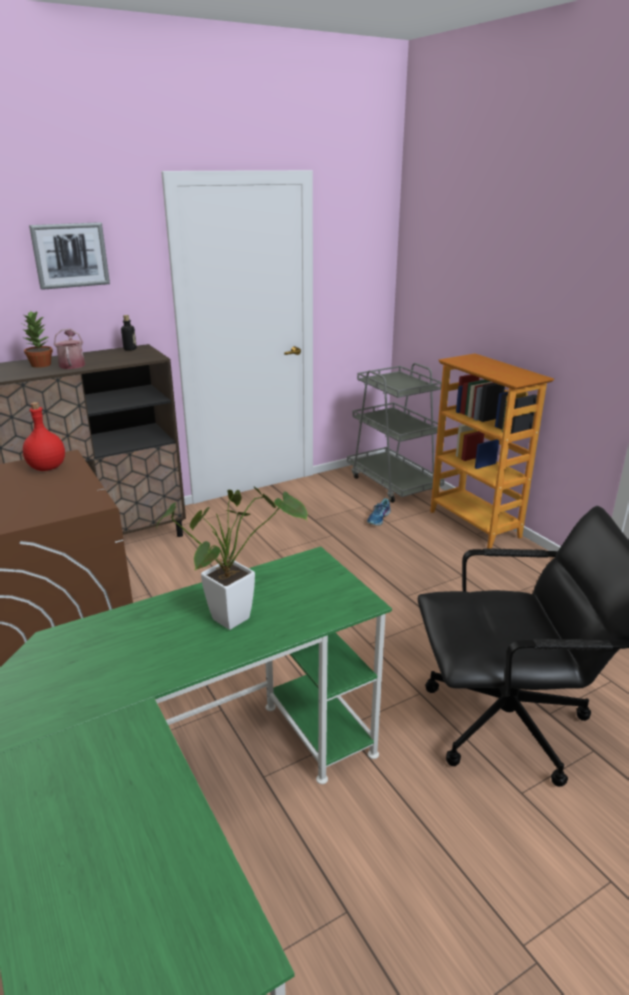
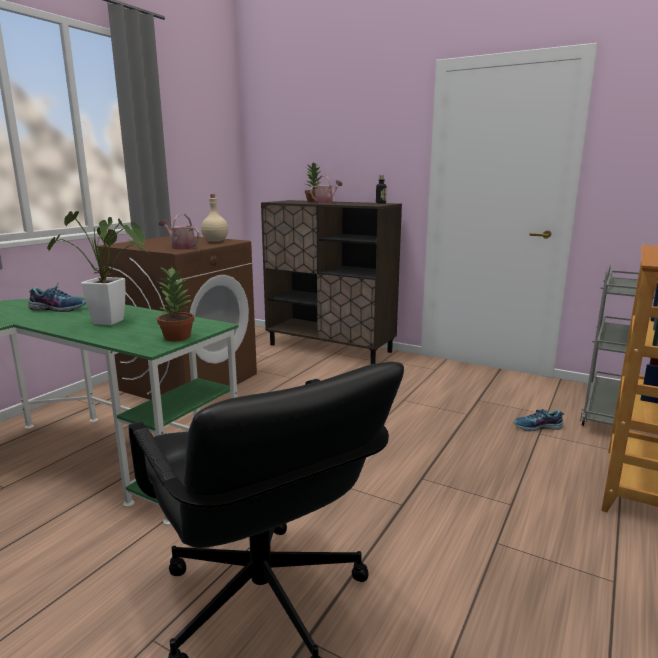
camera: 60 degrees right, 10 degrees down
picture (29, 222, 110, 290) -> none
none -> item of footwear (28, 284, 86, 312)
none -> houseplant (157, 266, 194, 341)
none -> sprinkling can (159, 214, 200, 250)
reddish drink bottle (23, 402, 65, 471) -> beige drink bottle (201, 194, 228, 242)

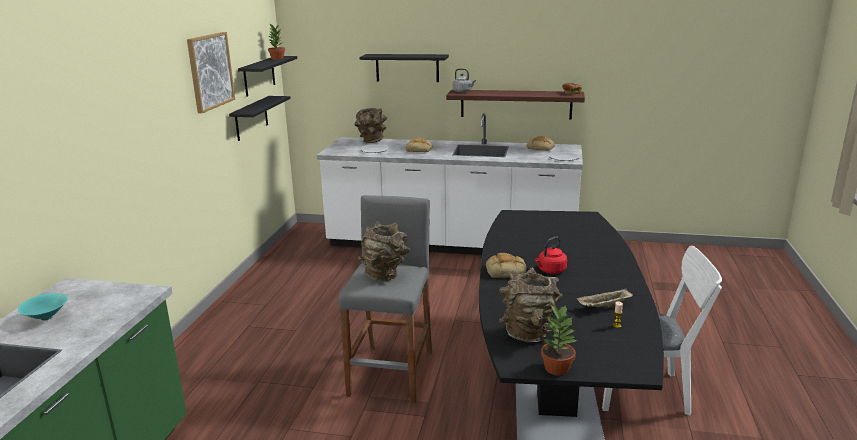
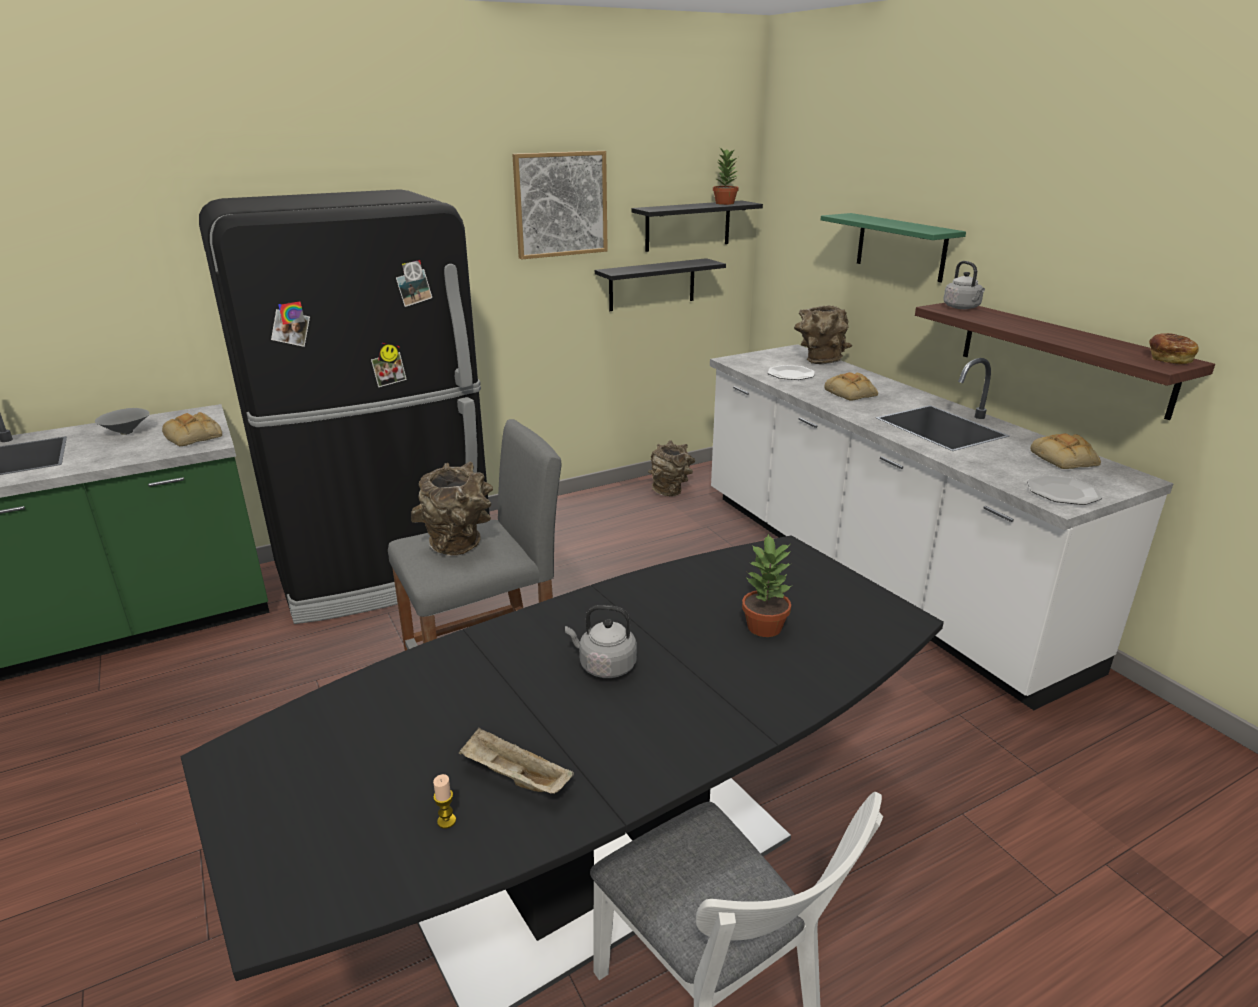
camera: 50 degrees right, 5 degrees up
none -> blackish refrigerator (199, 189, 490, 624)
baked bread (486, 253, 526, 278) -> baked bread (162, 412, 222, 446), moved
brown decorative vase (499, 267, 563, 342) -> brown decorative vase (648, 440, 695, 496), moved
houseplant (541, 305, 578, 376) -> houseplant (742, 534, 793, 637), moved
blue-green bowl (18, 293, 68, 321) -> gray bowl (95, 408, 150, 435)
blackish bracket shelf (359, 54, 449, 82) -> green-coloured bracket shelf (821, 213, 966, 283)
reddish water kettle (535, 237, 567, 274) -> gray water kettle (565, 605, 637, 678)

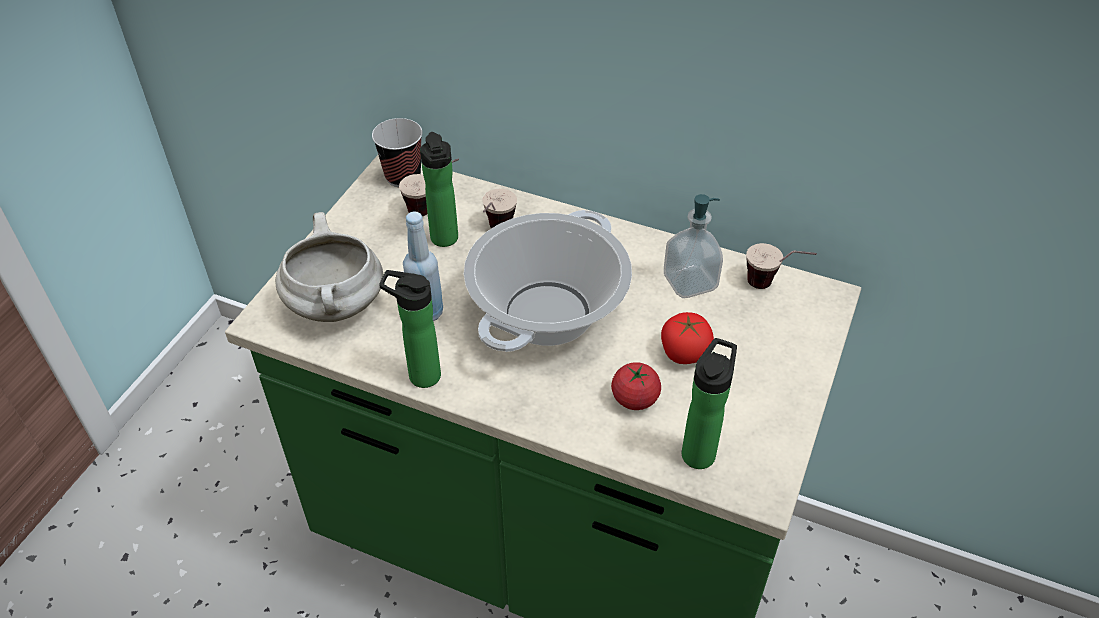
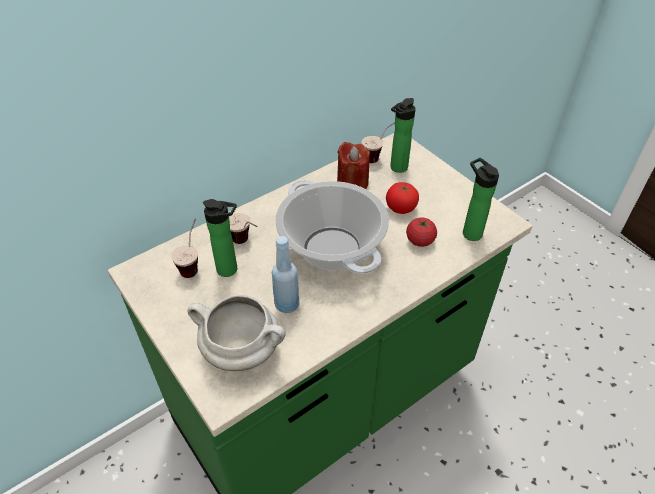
camera: 60 degrees left, 0 degrees up
drinking cup (372, 118, 423, 187) -> none
drink bottle (379, 270, 441, 388) -> drink bottle (390, 98, 416, 173), moved
liquid soap bottle (664, 194, 723, 298) -> reddish wax light (337, 142, 370, 189)

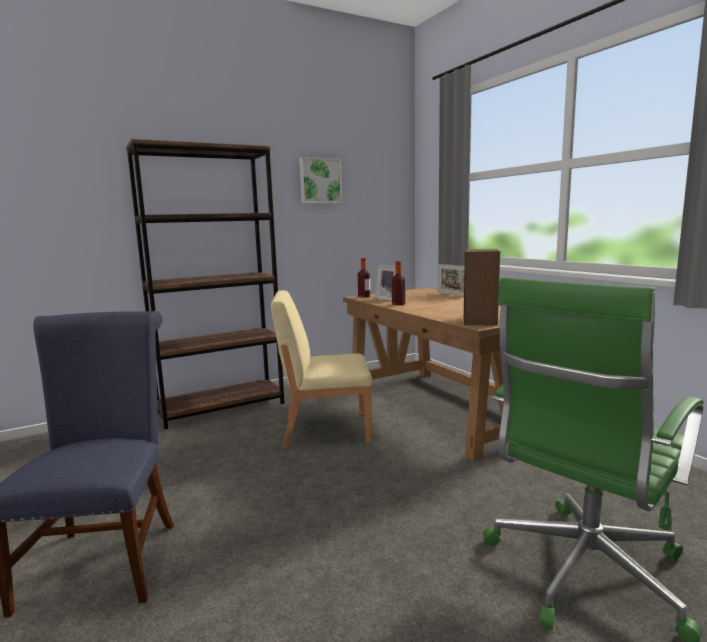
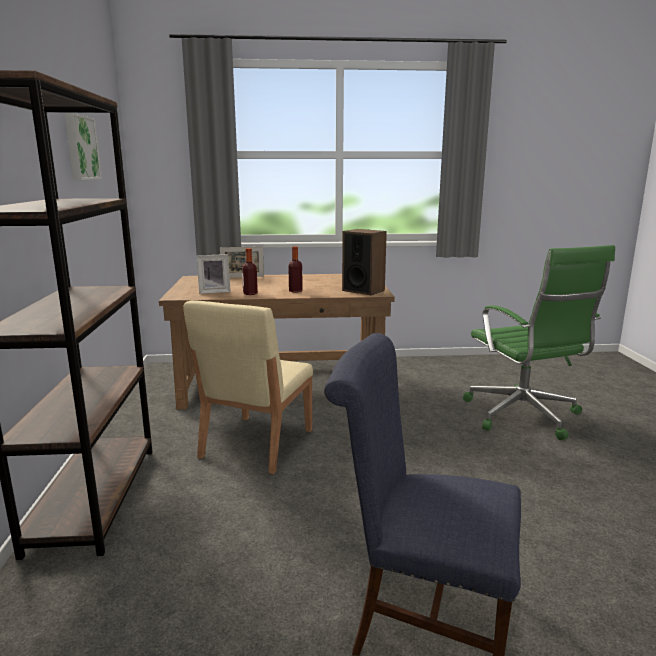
camera: 65 degrees left, 5 degrees up
drink bottle (358, 258, 371, 298) -> drink bottle (288, 246, 303, 292), moved

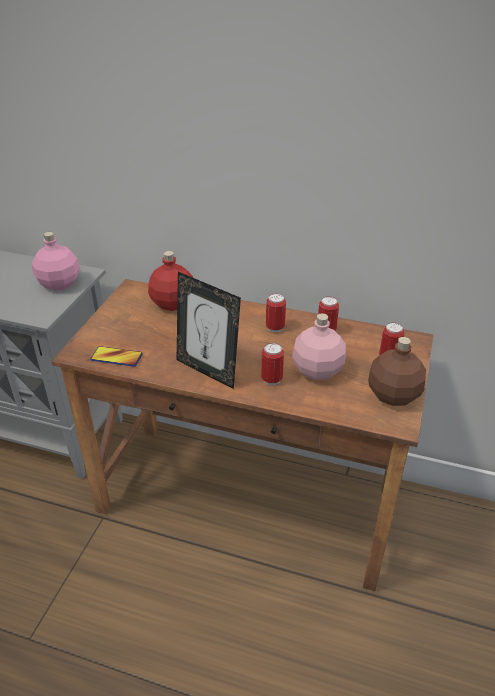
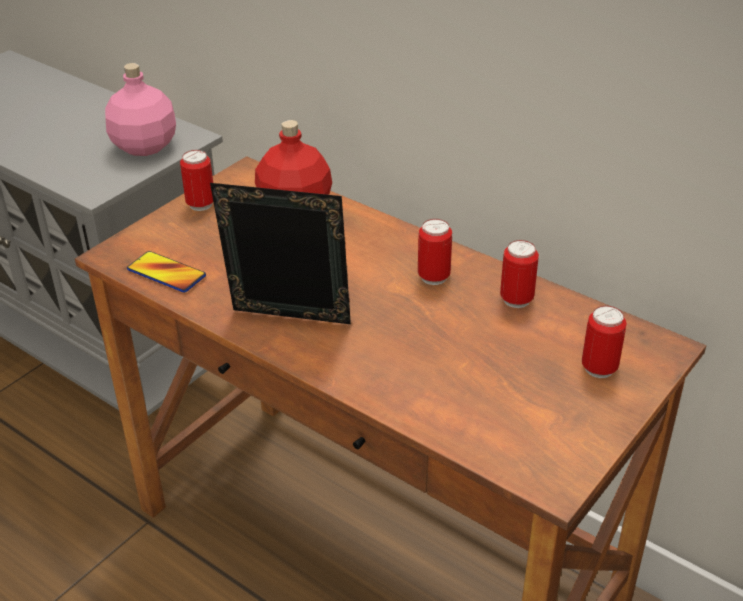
camera: 20 degrees right, 0 degrees up
pink-coloured drink bottle (292, 313, 346, 380) -> none
brown drink bottle (368, 337, 426, 406) -> none
sealed can (262, 343, 284, 385) -> sealed can (180, 150, 213, 211), moved
photo frame (177, 272, 241, 389) -> photo frame (210, 183, 351, 324), 135 degrees clockwise

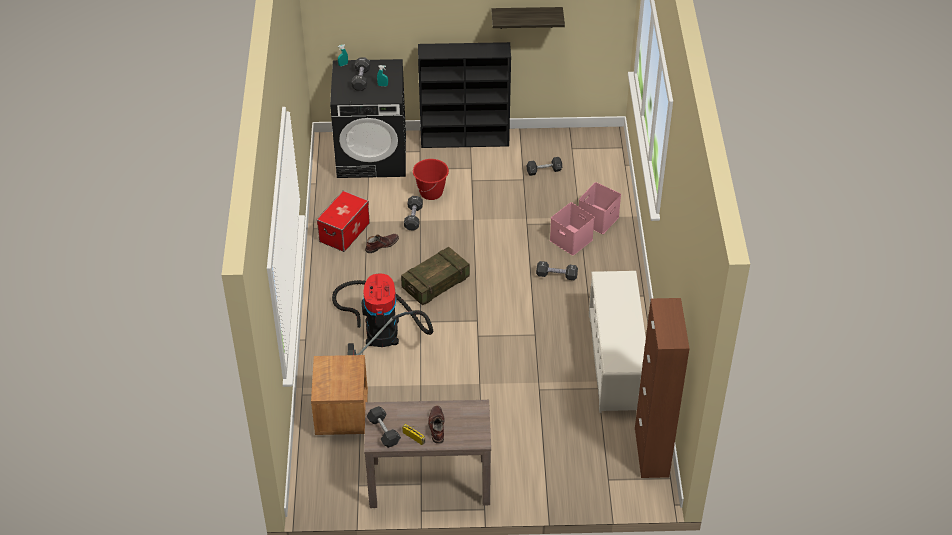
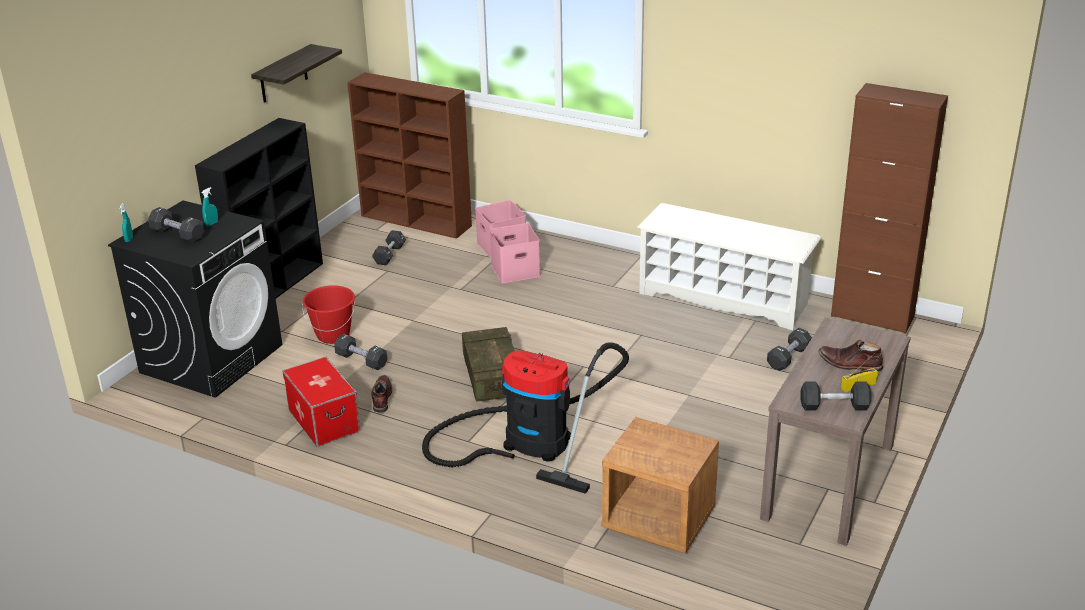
camera: 60 degrees left, 15 degrees down
none -> brown bookcase (347, 72, 472, 239)
blackish hand weight (536, 261, 578, 280) -> blackish hand weight (767, 328, 812, 371), moved

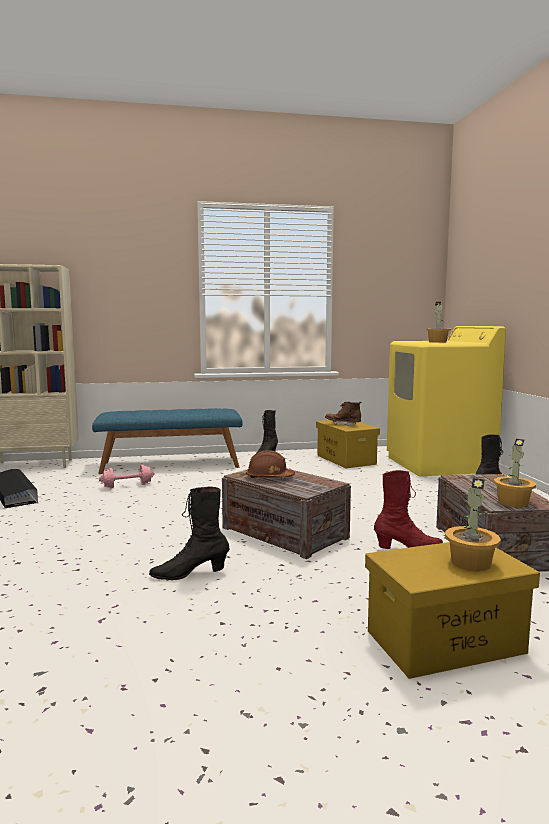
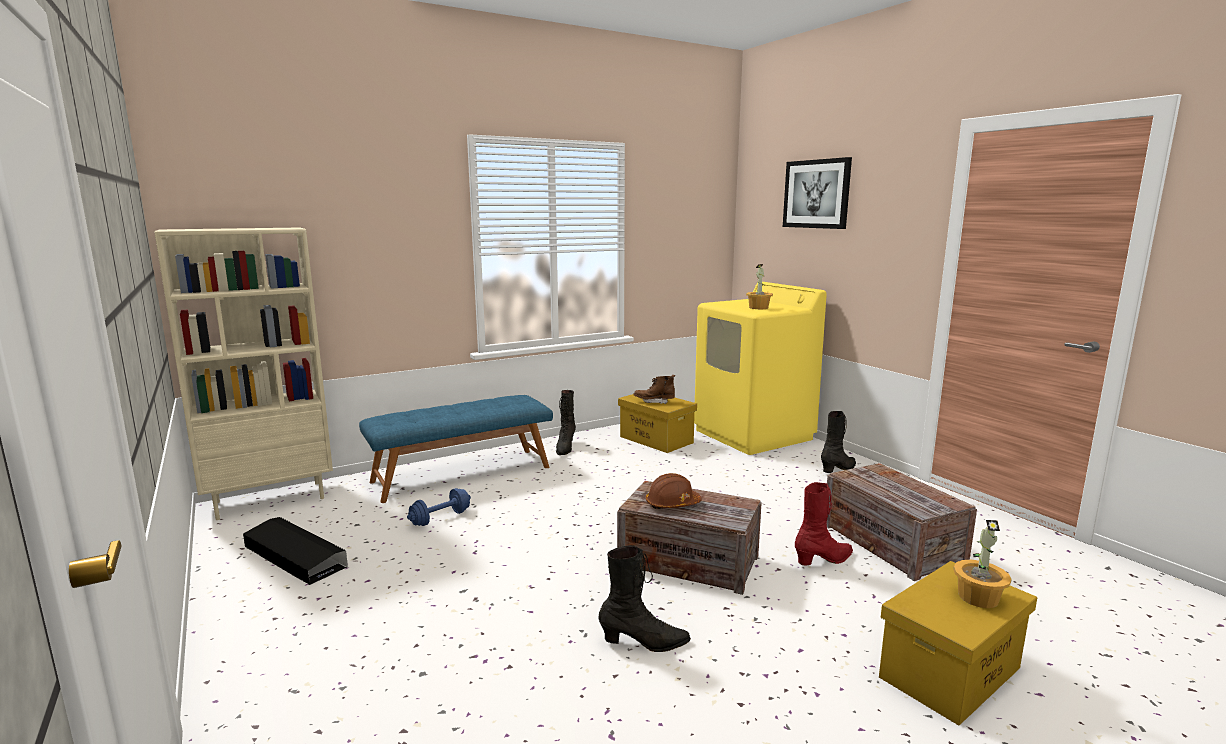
camera: 20 degrees left, 5 degrees up
houseplant (494, 439, 536, 507) -> none
none -> picture (783, 157, 852, 229)
pink-coloured hand weight (99, 465, 155, 489) -> blue-coloured hand weight (407, 488, 471, 526)
blackish tall boot (149, 487, 230, 580) -> blackish tall boot (598, 545, 691, 652), 150 degrees counterclockwise

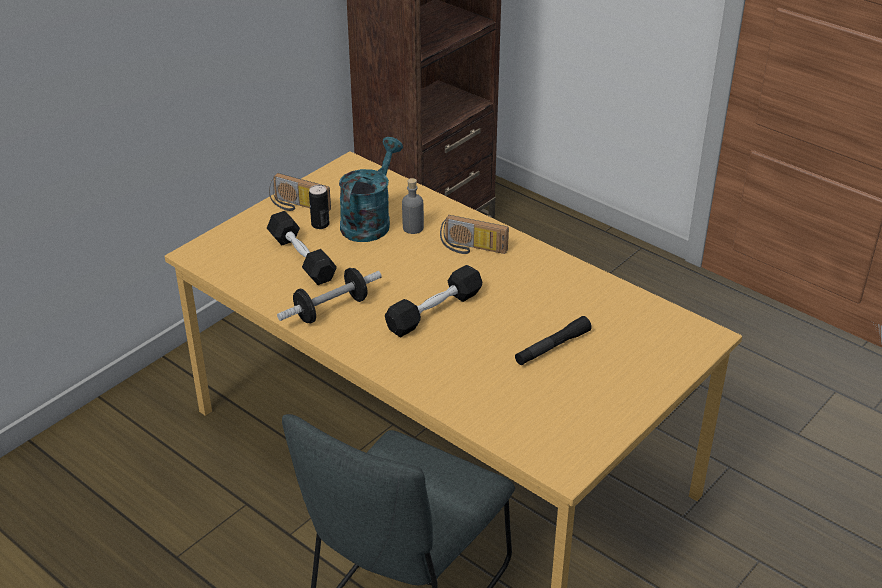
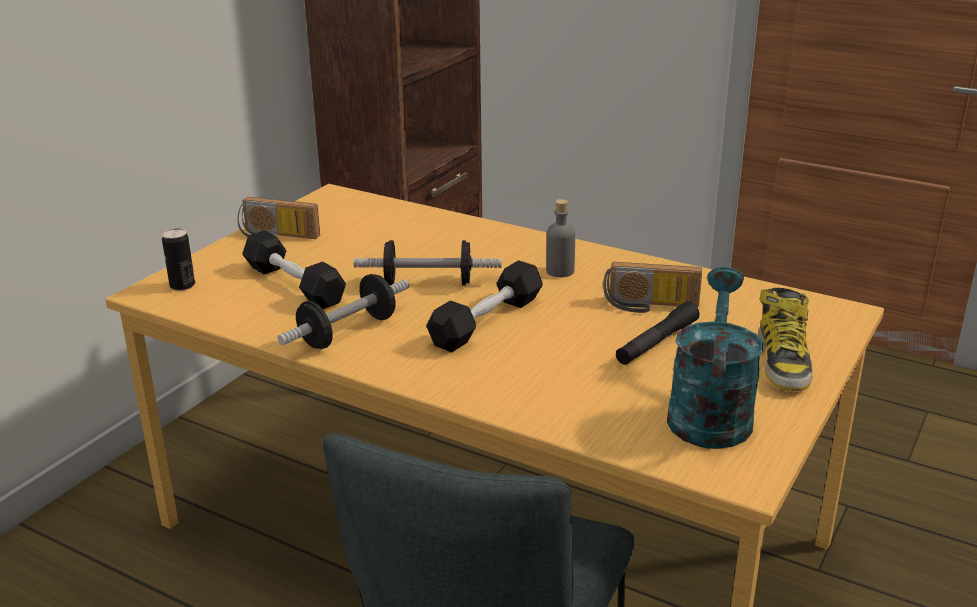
camera: 10 degrees left, 10 degrees down
none -> hand weight (353, 240, 502, 285)
none -> tall boot (758, 288, 813, 391)
sealed can (309, 185, 330, 229) -> sealed can (162, 228, 195, 291), moved
blue-green sprinkling can (339, 137, 403, 242) -> blue-green sprinkling can (667, 267, 763, 449), moved
gray drink bottle (402, 178, 424, 234) -> gray drink bottle (546, 199, 575, 277), moved
radio (440, 215, 509, 254) -> radio (603, 262, 702, 313), moved

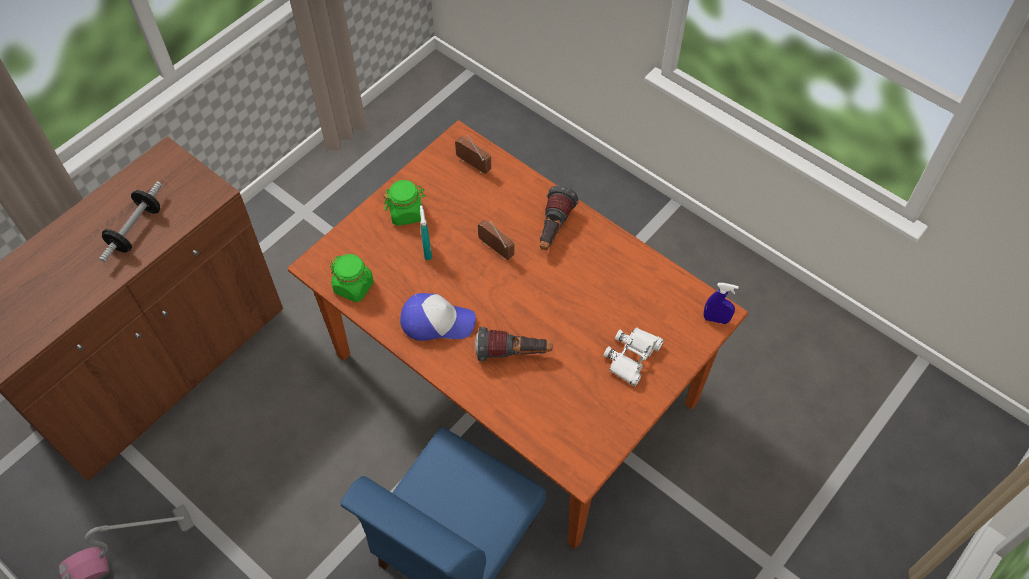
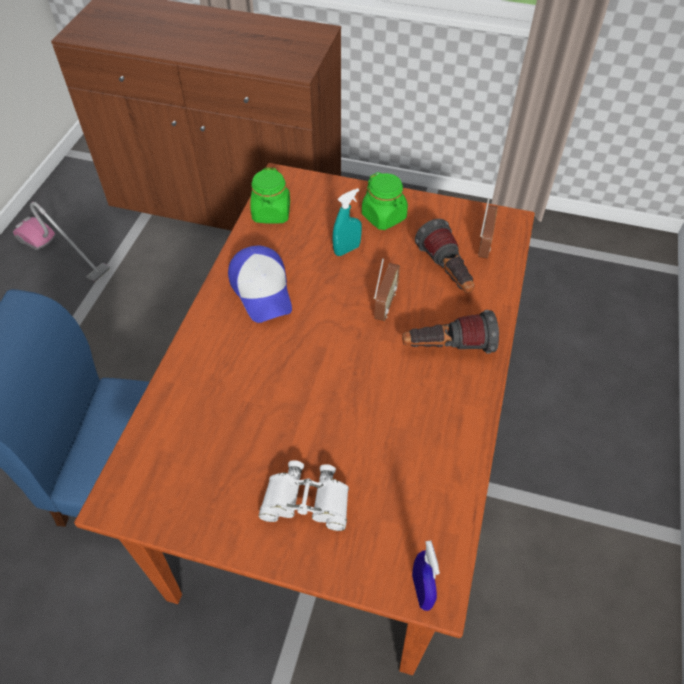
camera: 65 degrees right, 5 degrees down
hand weight (99, 181, 163, 263) -> none
flashlight (475, 327, 553, 361) -> flashlight (415, 219, 474, 293), moved

